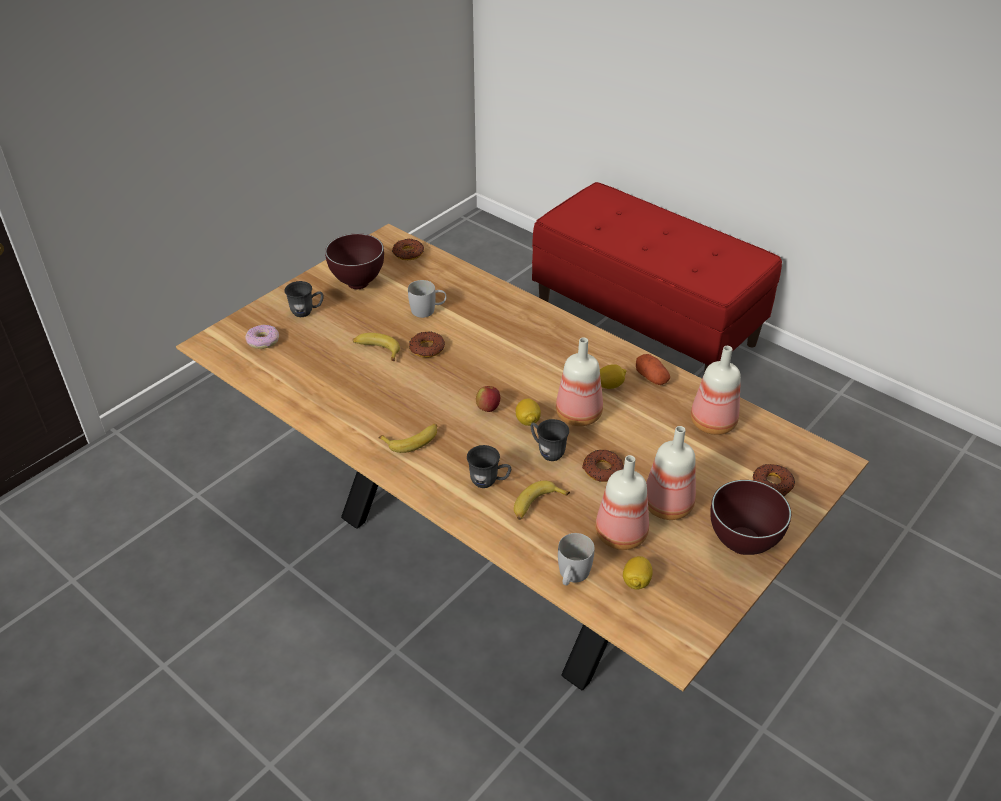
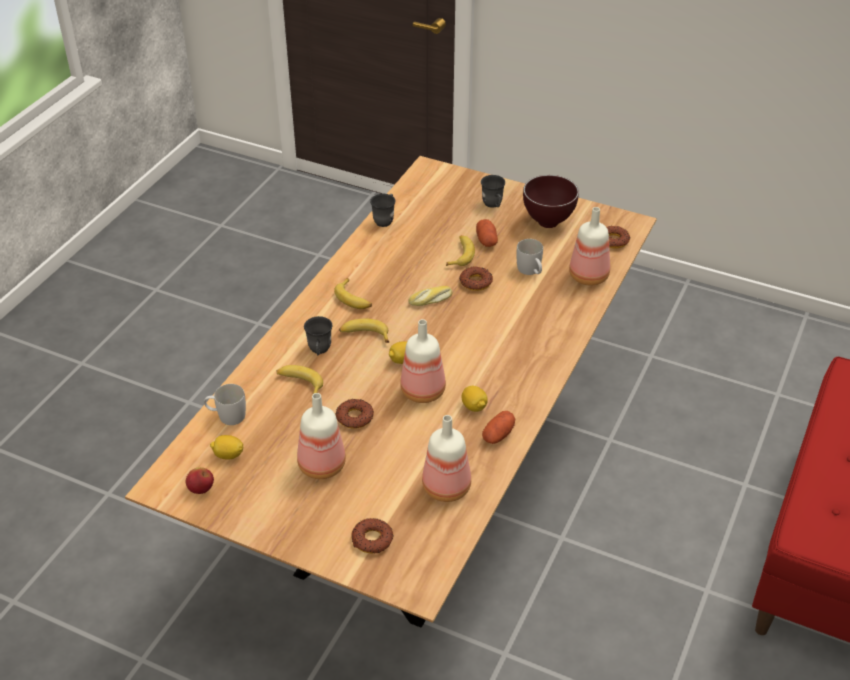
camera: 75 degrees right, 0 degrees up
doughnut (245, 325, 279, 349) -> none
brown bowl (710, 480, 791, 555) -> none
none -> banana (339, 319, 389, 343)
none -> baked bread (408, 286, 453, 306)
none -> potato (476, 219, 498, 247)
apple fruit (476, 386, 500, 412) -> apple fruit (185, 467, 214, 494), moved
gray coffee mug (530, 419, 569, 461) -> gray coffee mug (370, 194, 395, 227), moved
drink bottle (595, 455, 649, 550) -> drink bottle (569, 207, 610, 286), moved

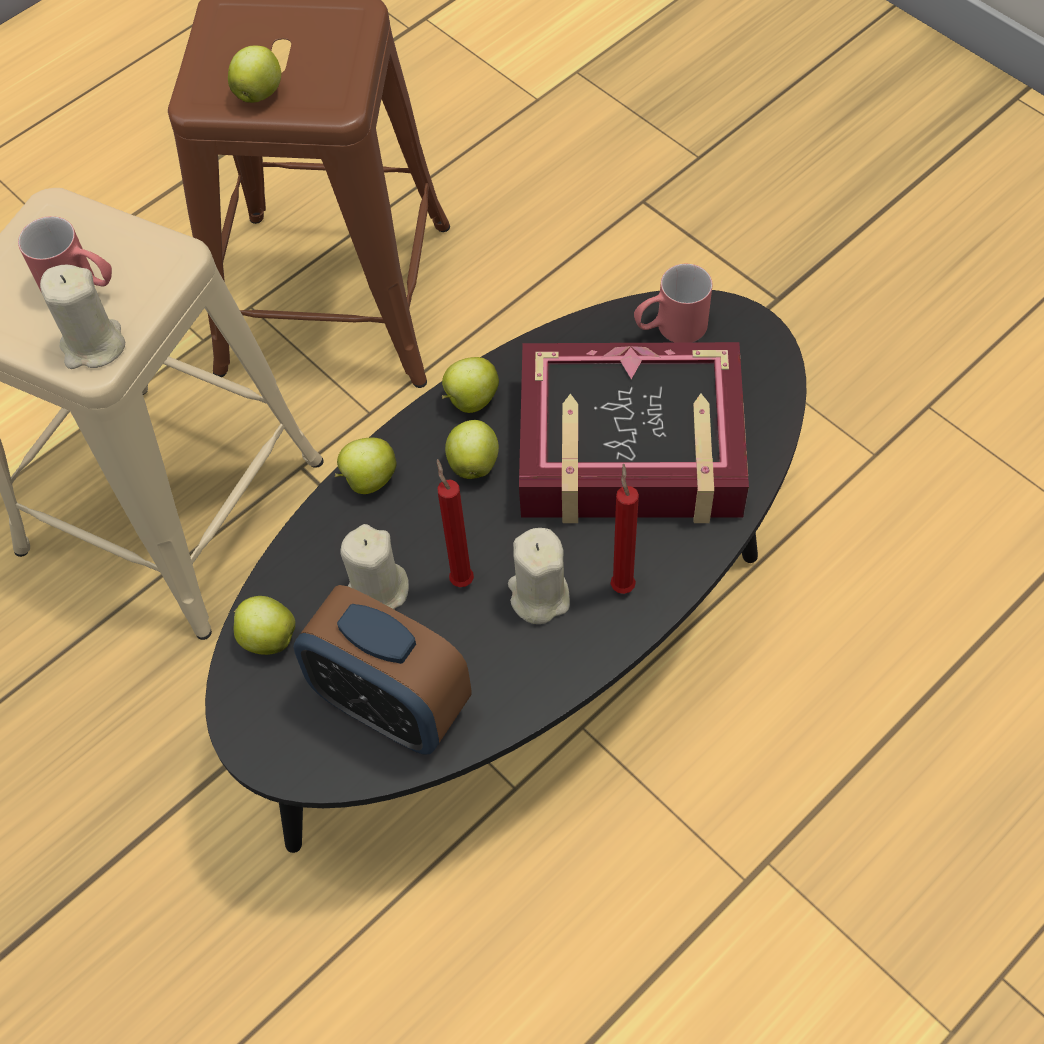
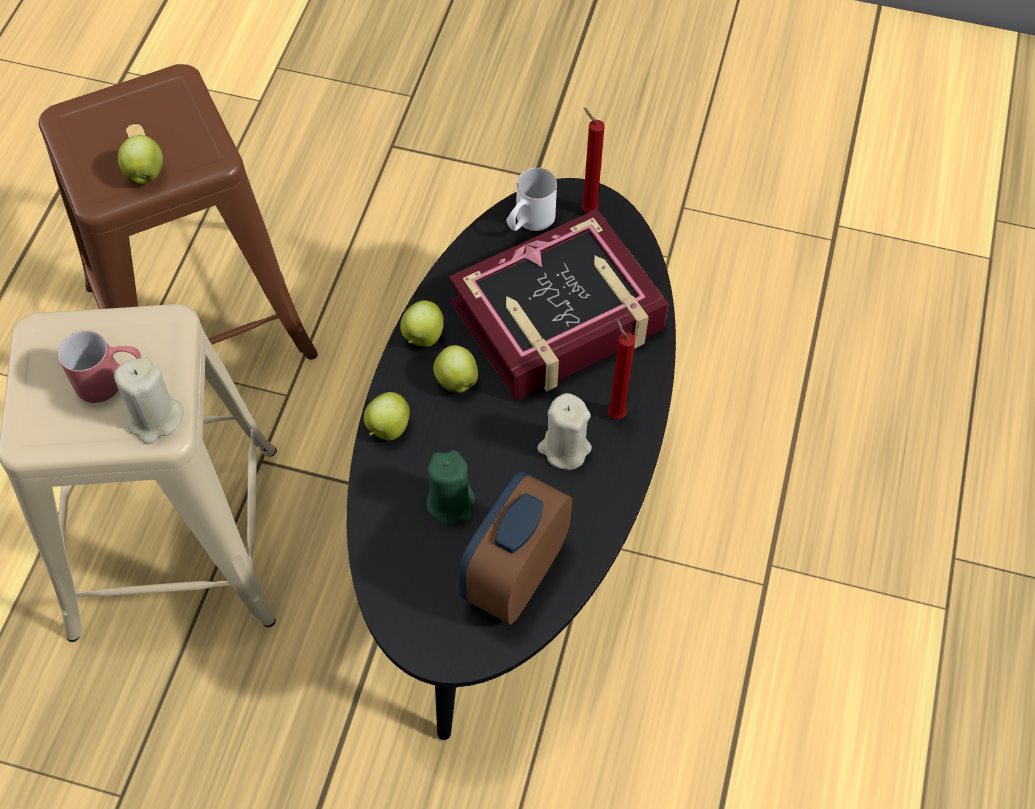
camera: 35 degrees left, 0 degrees up
apple fruit (234, 596, 295, 655) -> none
reddish wax light (437, 459, 474, 587) -> reddish wax light (581, 108, 605, 213), moved
beige wax light (341, 524, 409, 609) -> green-coloured wax light (427, 450, 475, 526)
reddish coffee mug (634, 264, 713, 343) -> white-coloured coffee mug (506, 168, 557, 231)
table clock (293, 585, 472, 754) -> table clock (458, 472, 572, 625), 120 degrees clockwise

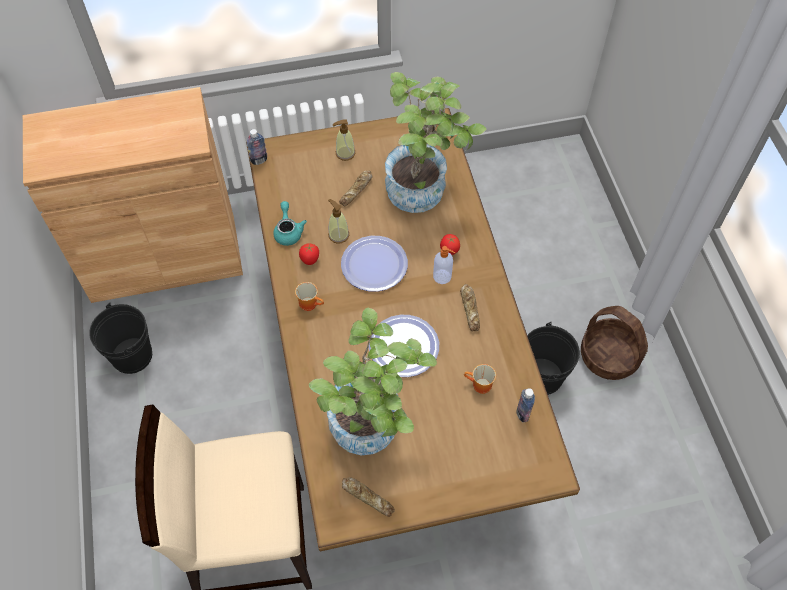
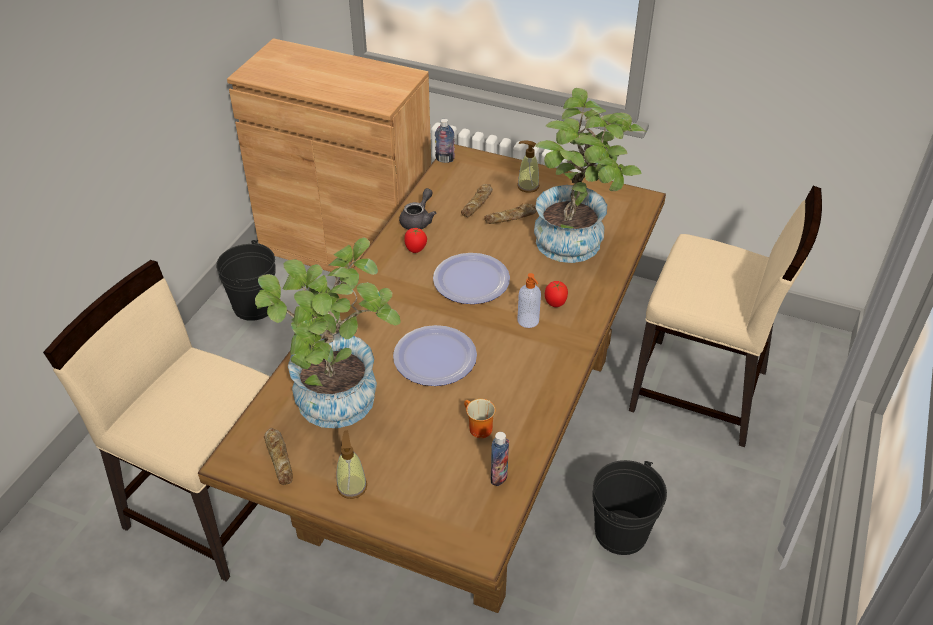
camera: 35 degrees right, 15 degrees down
coffee mug (295, 282, 324, 311) -> none
basket (581, 306, 648, 380) -> none
none -> beige upright chair (629, 186, 822, 447)
liquid soap bottle (328, 199, 349, 244) -> liquid soap bottle (336, 430, 367, 499), moved
baked bread (460, 284, 480, 332) -> baked bread (461, 184, 493, 217), moved
blue-green tea pot (273, 201, 307, 246) -> gray tea pot (399, 188, 436, 230)

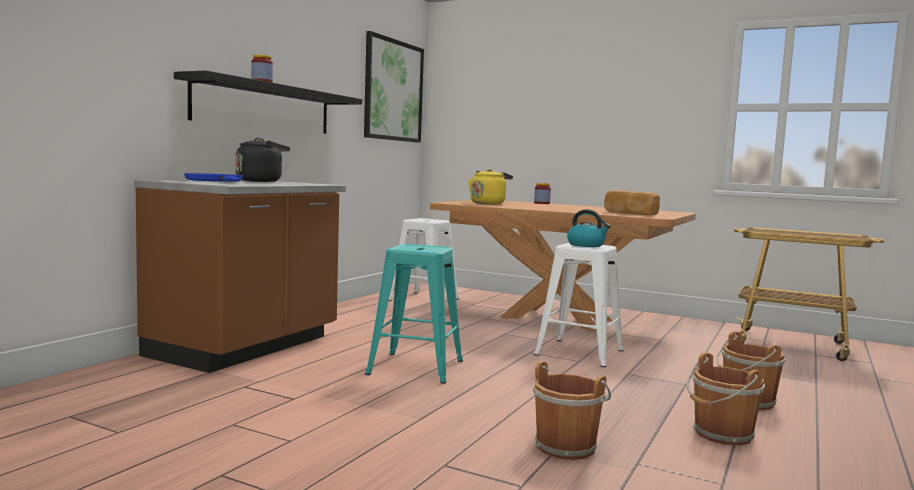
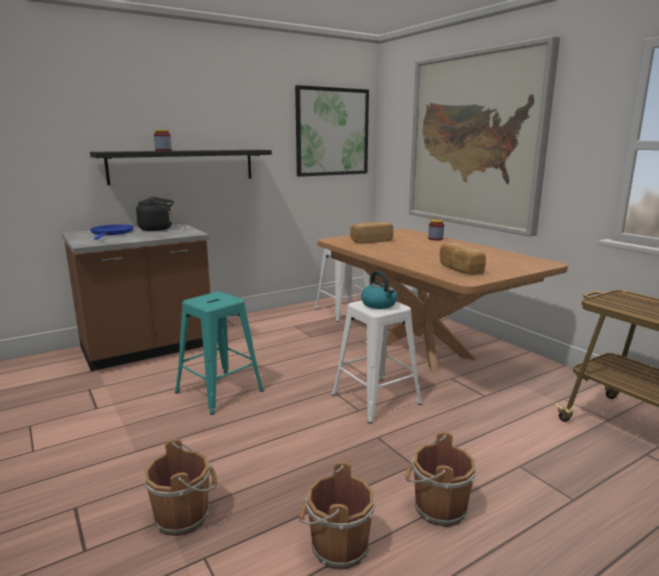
camera: 30 degrees right, 10 degrees up
none -> picture (409, 36, 560, 236)
yellow-coloured water kettle (468, 169, 513, 204) -> baked bread (350, 222, 393, 244)

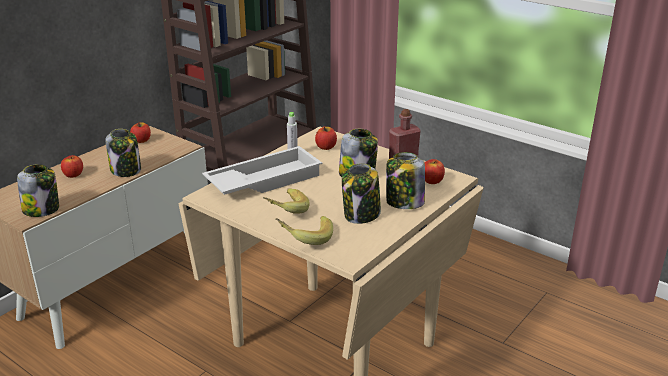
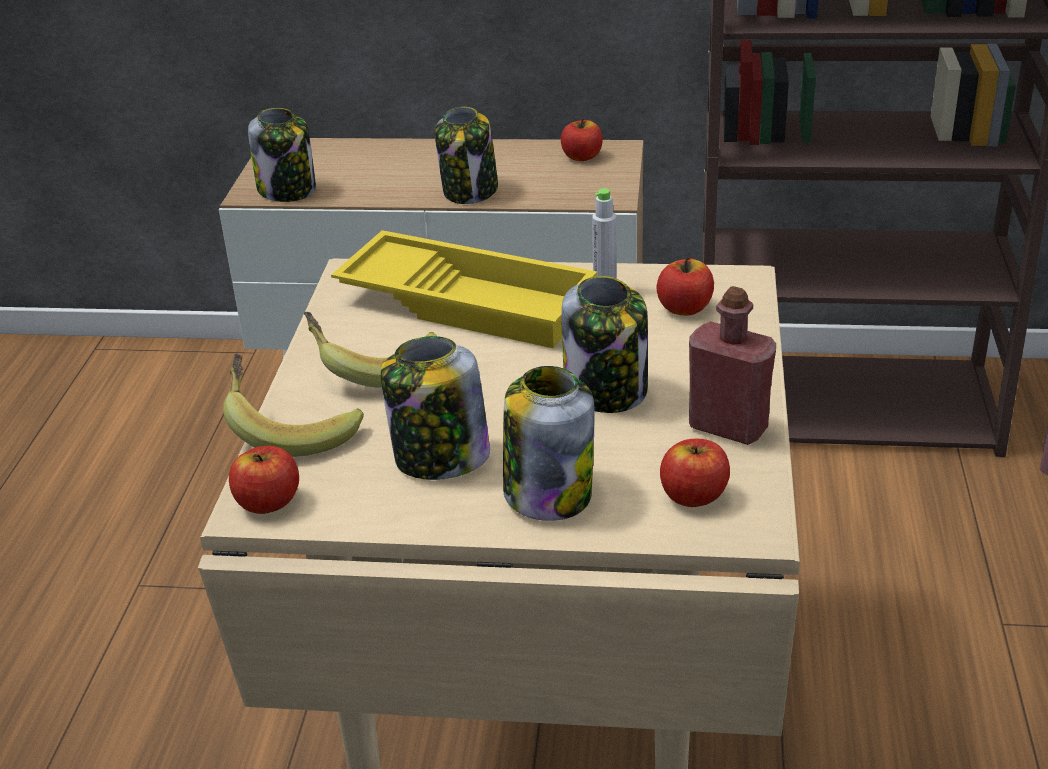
camera: 60 degrees right, 5 degrees up
apple fruit (61, 155, 83, 178) -> apple fruit (229, 446, 299, 514), moved
white-coloured carrying tray (202, 146, 322, 195) -> yellow-coloured carrying tray (331, 230, 597, 348)

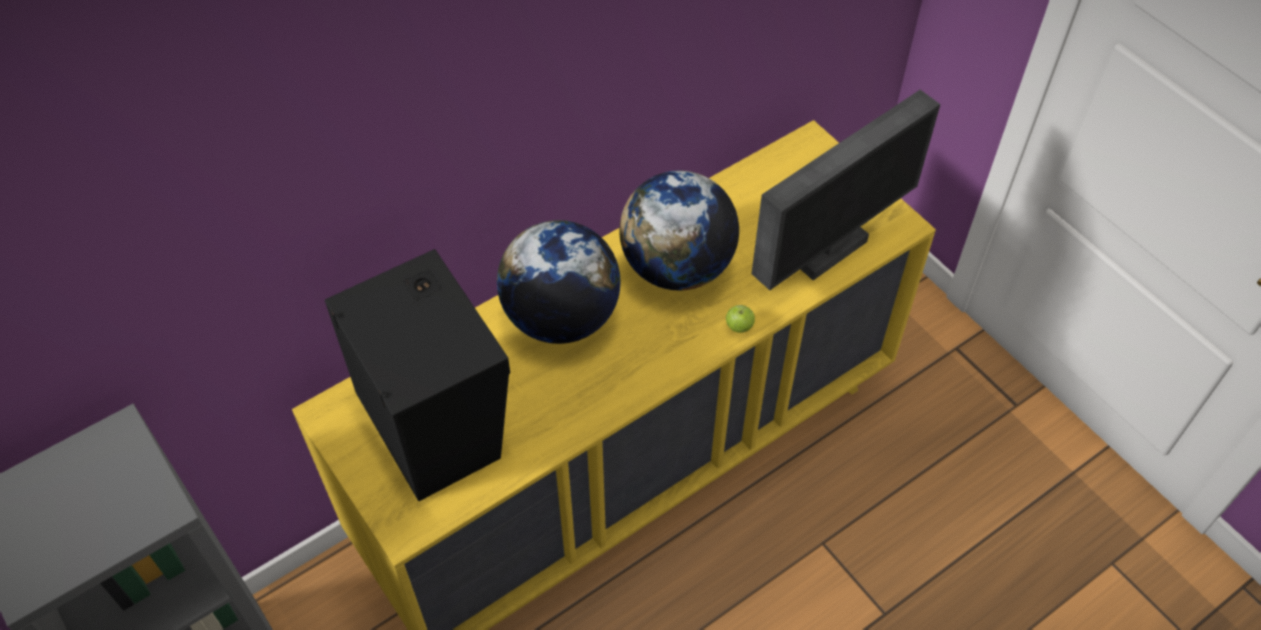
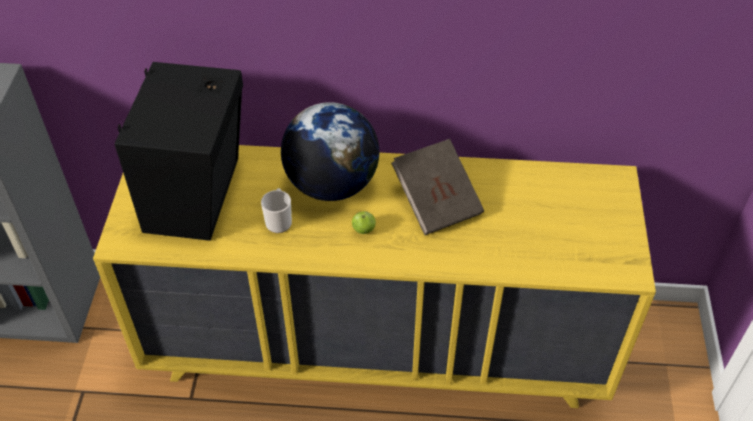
camera: 40 degrees right, 5 degrees down
computer display (751, 90, 940, 290) -> none
none -> coffee mug (261, 188, 292, 233)
apple fruit (726, 305, 755, 333) -> apple fruit (352, 211, 376, 234), moved
world globe (619, 170, 739, 290) -> brown bound book (391, 139, 484, 235)

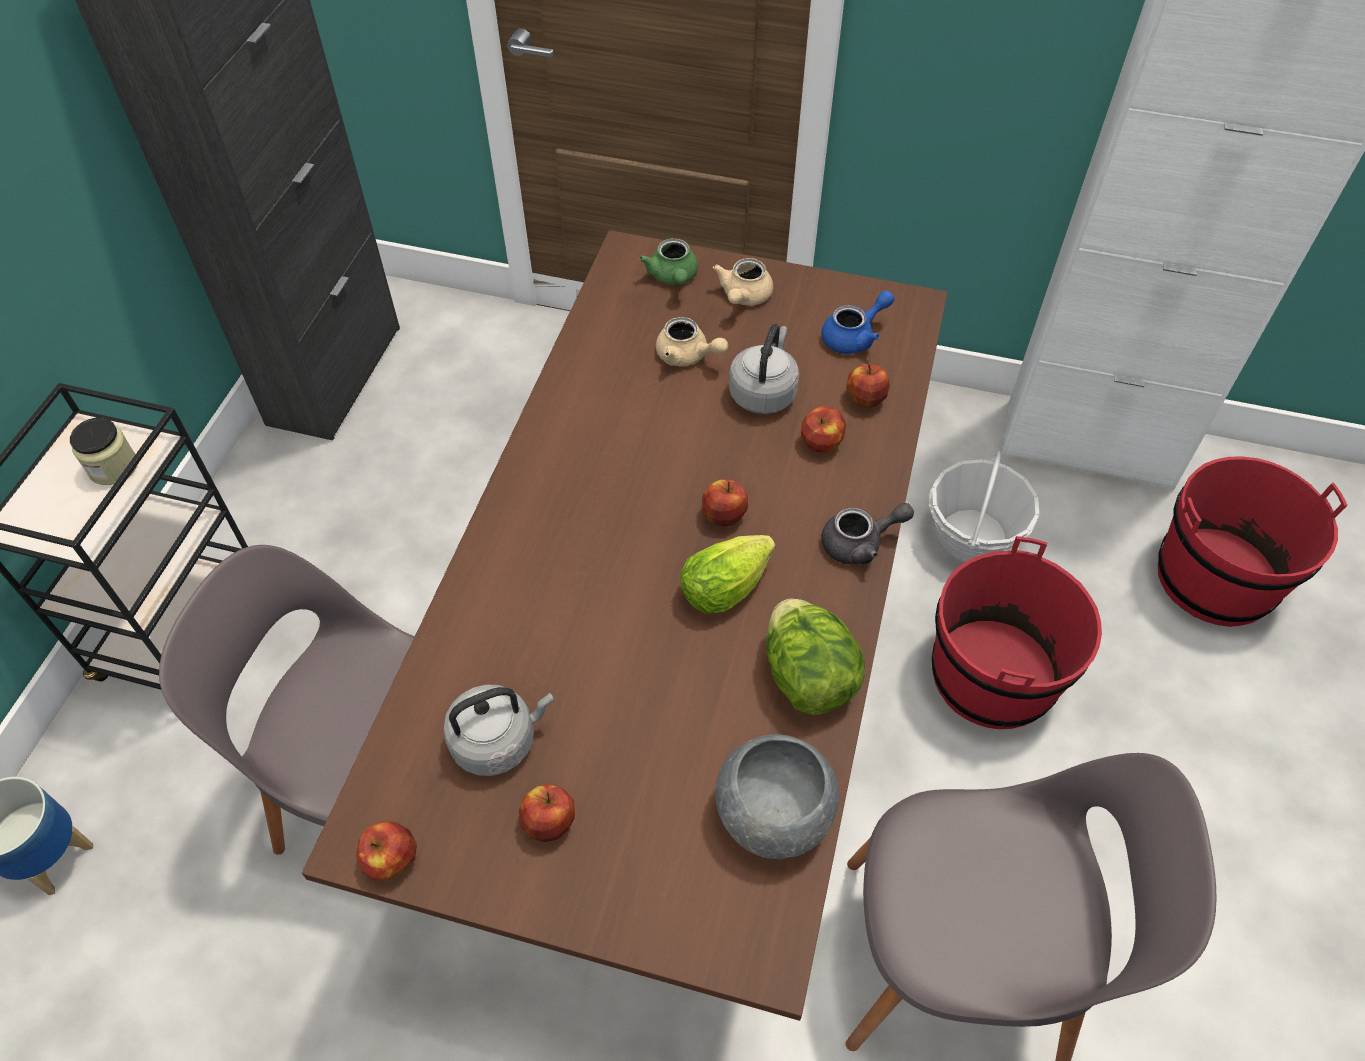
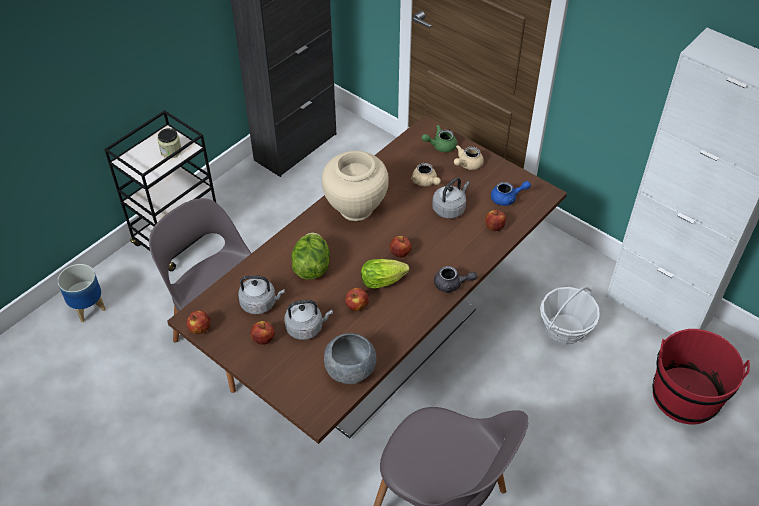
camera: 25 degrees right, 5 degrees down
reddish bucket (932, 536, 1102, 729) -> none
none -> gray water kettle (284, 300, 333, 340)
none -> beige decorative vase (322, 151, 389, 221)
lettuce (766, 599, 865, 715) -> lettuce (291, 232, 330, 280), moved
apple fruit (801, 406, 846, 453) -> apple fruit (346, 288, 369, 311), moved
green-coloured tea pot (639, 238, 698, 285) -> green-coloured tea pot (422, 125, 457, 152), 60 degrees clockwise

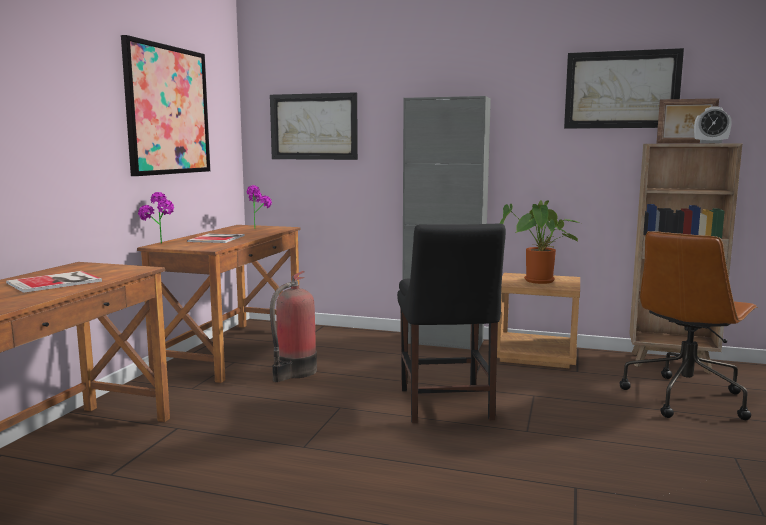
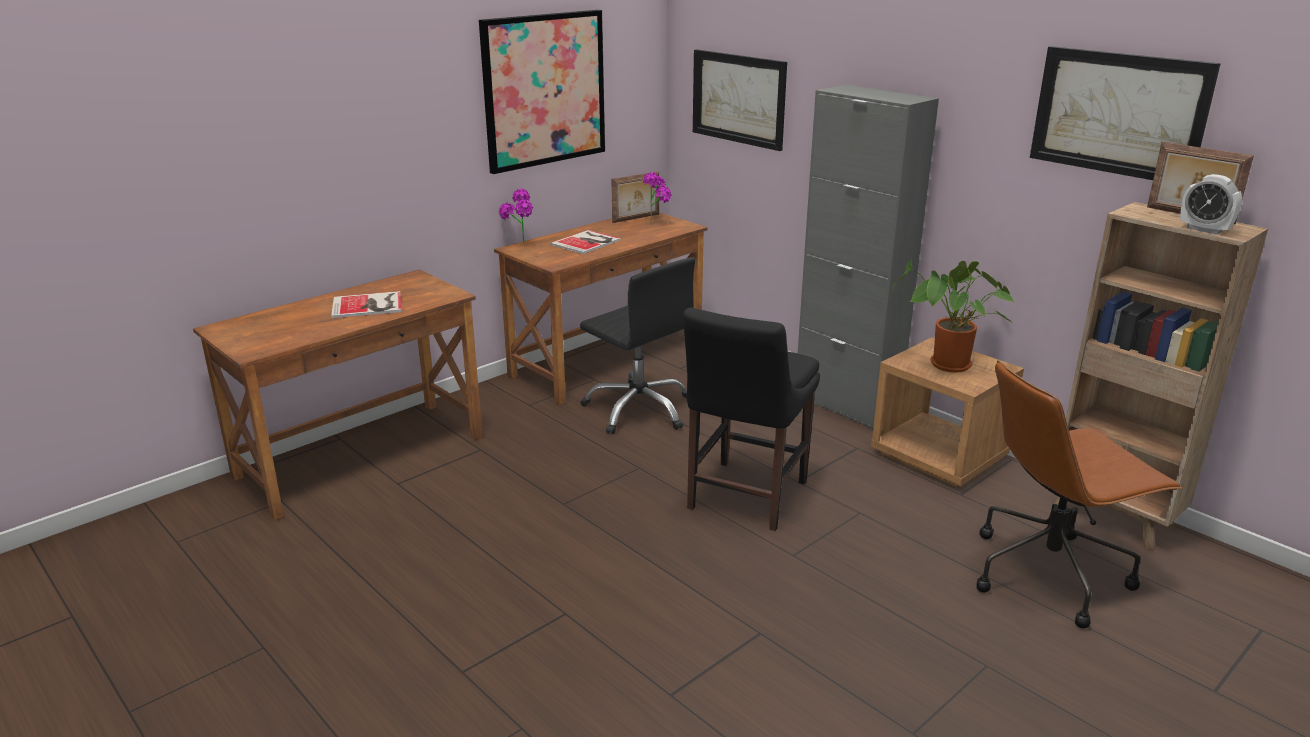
camera: 30 degrees right, 15 degrees up
none -> photo frame (611, 171, 659, 223)
fire extinguisher (270, 271, 317, 382) -> blackish office chair (580, 257, 695, 434)

